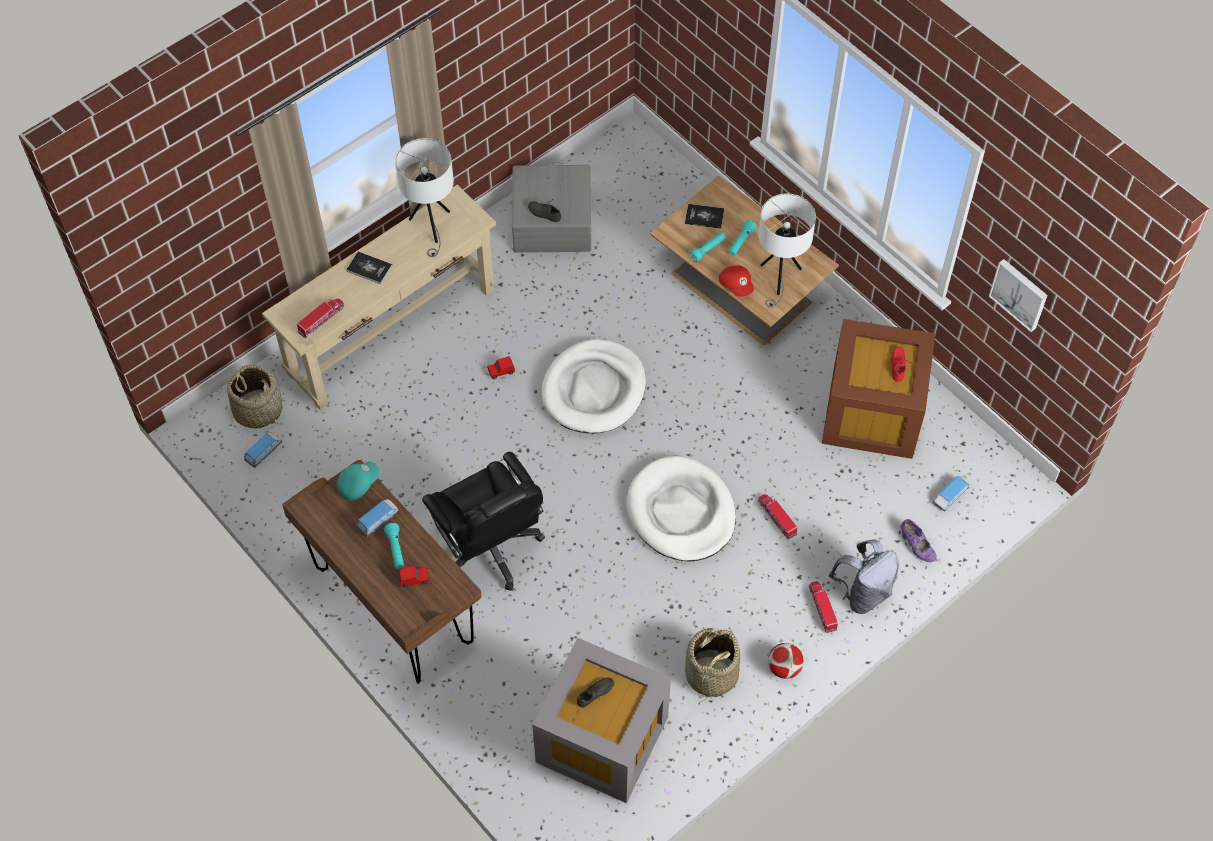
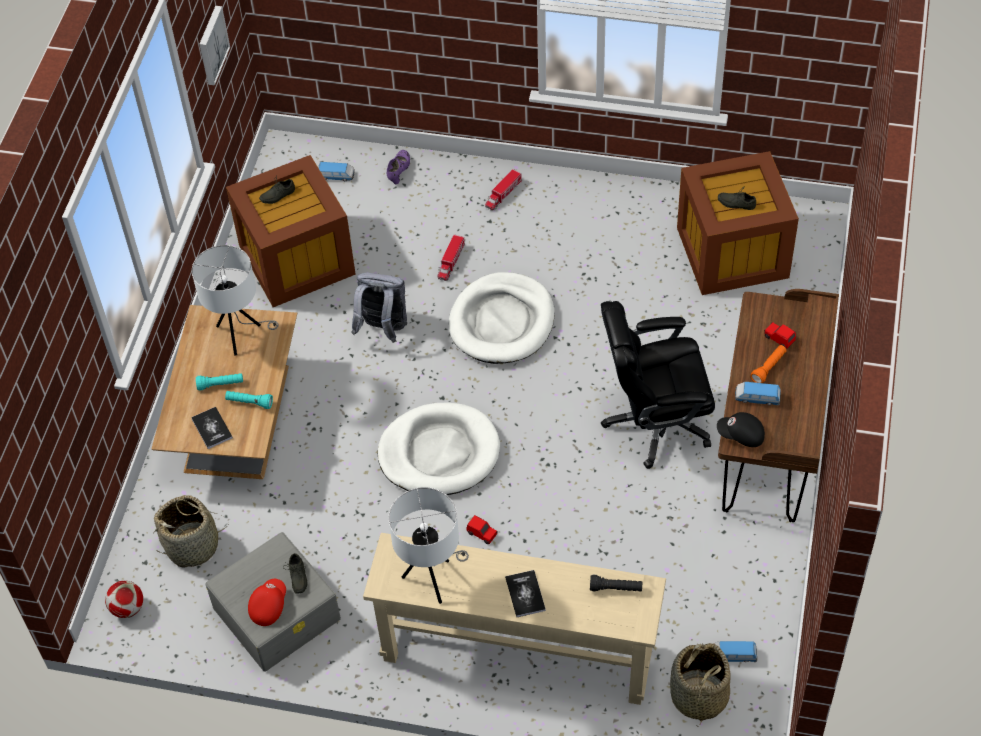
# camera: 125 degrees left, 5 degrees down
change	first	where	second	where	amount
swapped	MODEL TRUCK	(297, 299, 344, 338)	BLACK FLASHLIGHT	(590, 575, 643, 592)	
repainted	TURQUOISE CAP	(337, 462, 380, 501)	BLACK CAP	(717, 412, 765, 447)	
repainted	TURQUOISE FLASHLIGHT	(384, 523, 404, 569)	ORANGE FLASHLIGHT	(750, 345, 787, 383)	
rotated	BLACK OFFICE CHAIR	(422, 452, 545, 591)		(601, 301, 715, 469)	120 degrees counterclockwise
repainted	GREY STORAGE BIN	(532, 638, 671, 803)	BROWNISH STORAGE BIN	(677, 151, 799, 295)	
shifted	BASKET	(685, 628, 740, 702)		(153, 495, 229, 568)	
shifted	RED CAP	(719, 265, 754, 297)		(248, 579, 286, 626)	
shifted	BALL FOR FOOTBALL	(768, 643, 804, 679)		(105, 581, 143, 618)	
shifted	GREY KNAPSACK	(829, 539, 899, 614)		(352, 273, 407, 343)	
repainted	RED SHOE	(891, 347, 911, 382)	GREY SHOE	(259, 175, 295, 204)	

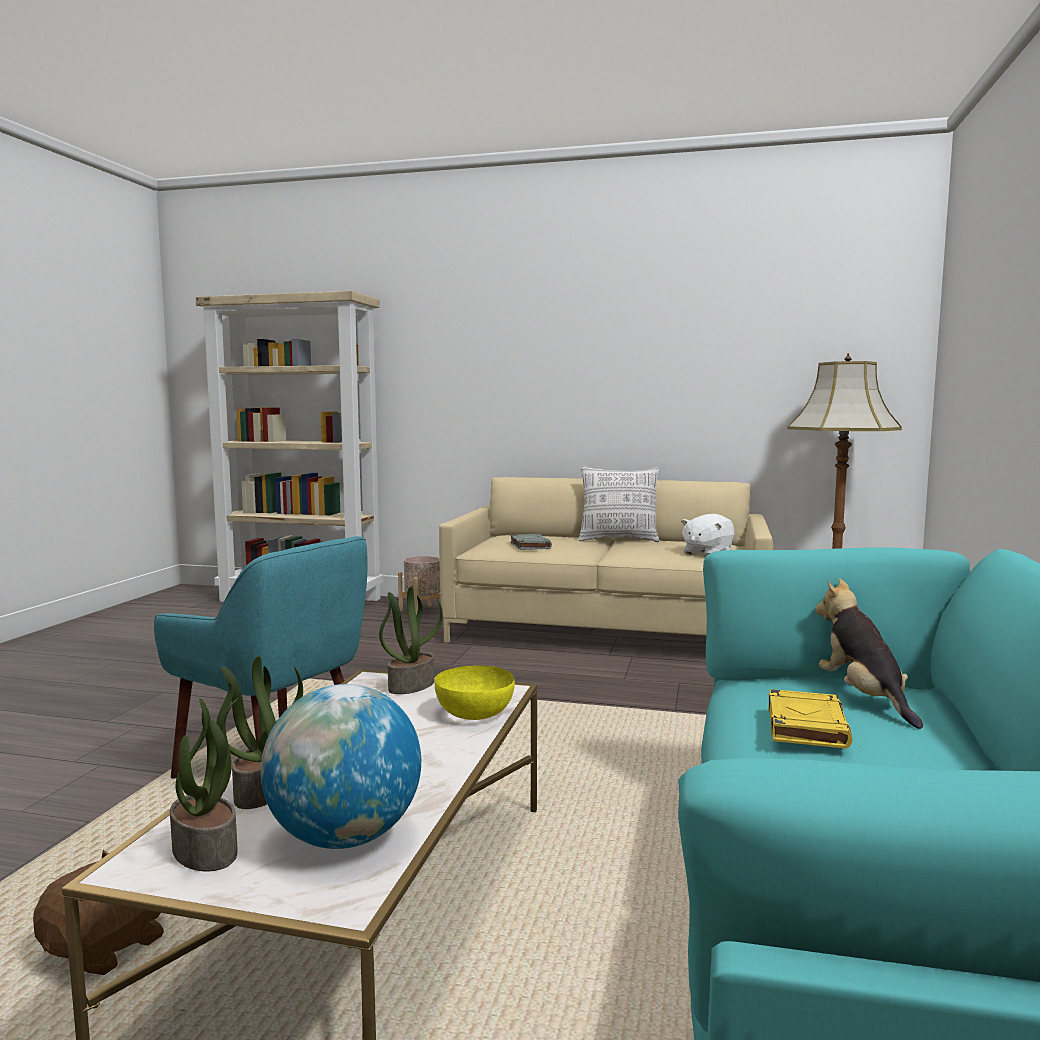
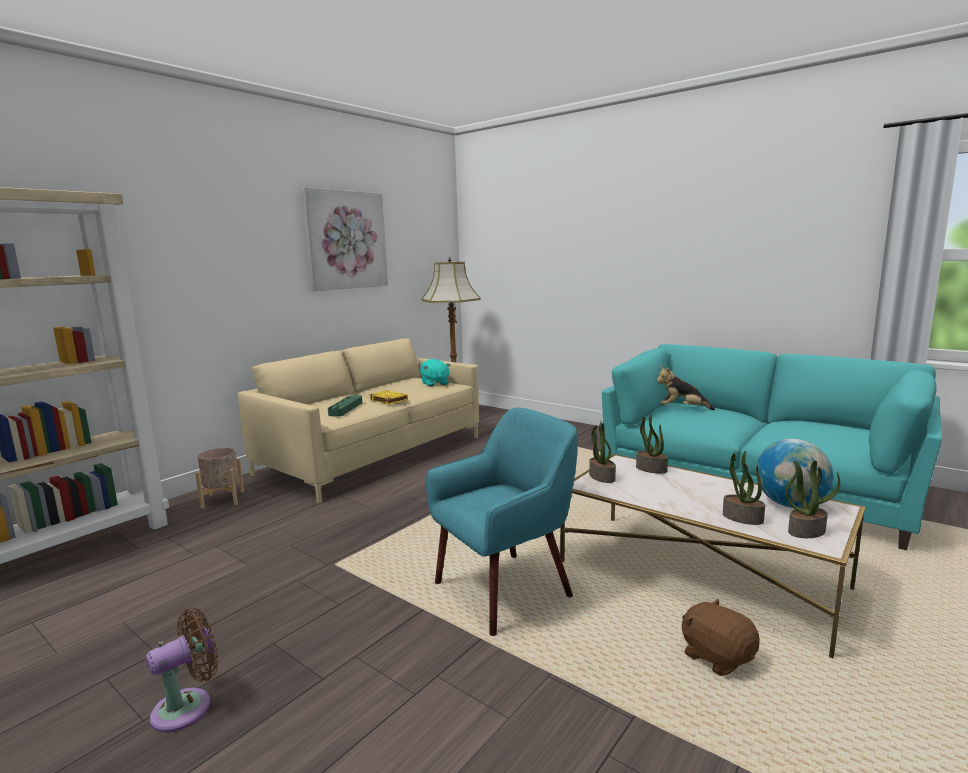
# camera: 65 degrees left, 5 degrees up
change	first	where	second	where	amount
swapped	YELLOW-COLOURED DEEP DISH	(435, 665, 515, 720)	POTTED PLANT	(636, 414, 668, 474)	
swapped	GREY BOUND BOOK	(510, 534, 552, 550)	GREENISH CARRYING TRAY	(328, 395, 362, 416)	
gone	THROW PILLOW	(578, 466, 659, 542)			
repainted	WHITE-COLOURED CUDDLY TOY	(681, 514, 735, 556)	TURQUOISE CUDDLY TOY	(420, 359, 450, 387)	
shifted	YELLOW-COLOURED BOUND BOOK	(769, 689, 852, 749)		(369, 390, 408, 405)	
new			BROWNISH FAN	(146, 608, 219, 733)	
new			WALL PICTURE	(302, 187, 388, 291)	

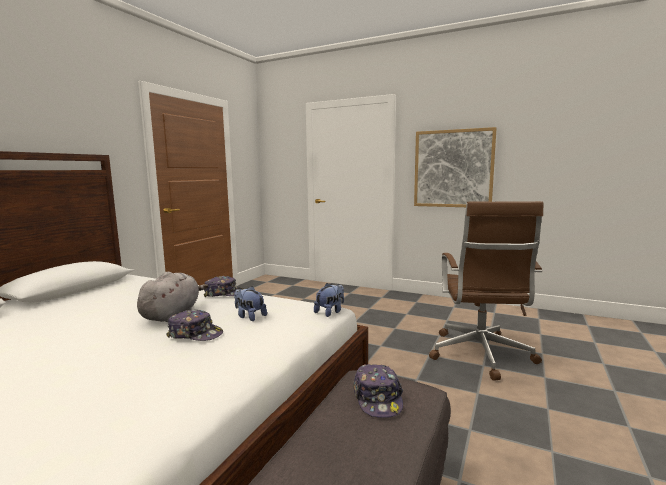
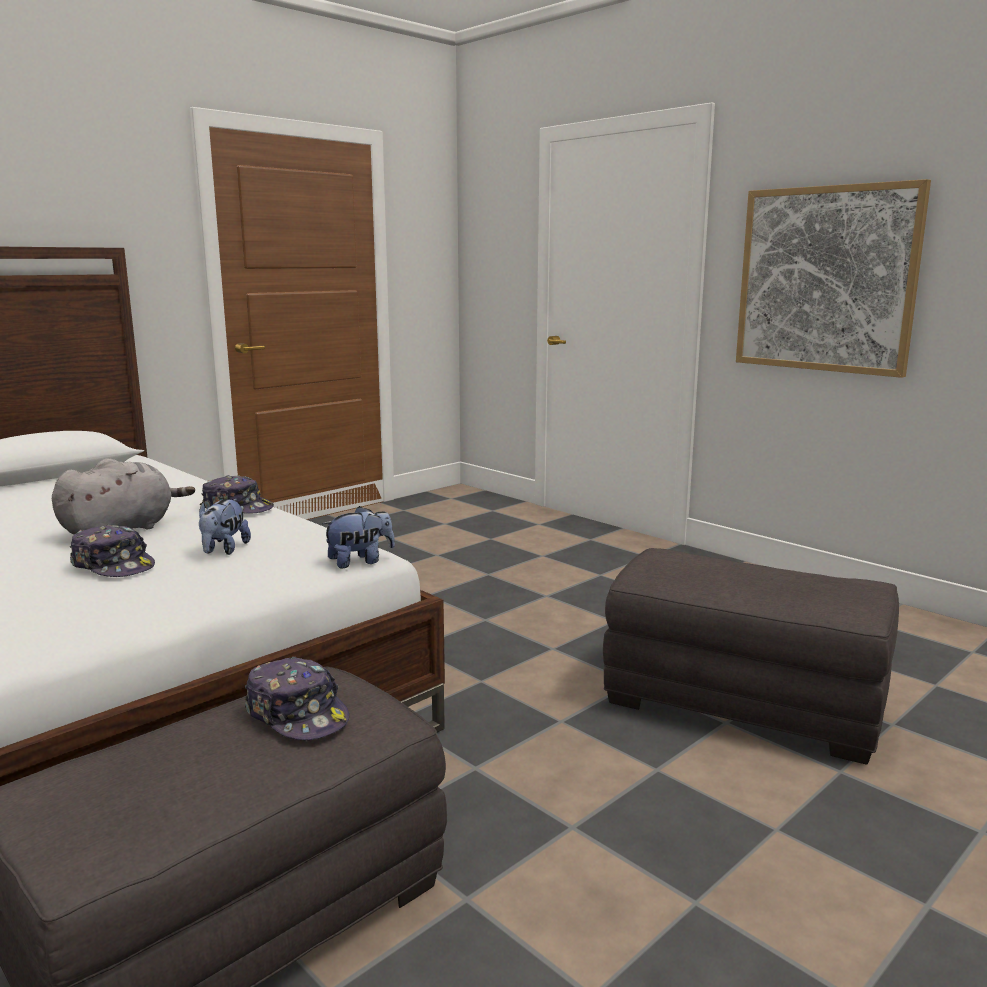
# camera: 20 degrees right, 5 degrees up
change	first	where	second	where	amount
rotated	CUDDLY TOY	(234, 286, 267, 321)		(199, 499, 251, 555)	135 degrees counterclockwise
rotated	CAP	(353, 364, 403, 418)		(245, 657, 349, 740)	60 degrees counterclockwise
swapped	BROWNISH OFFICE CHAIR	(429, 201, 543, 381)	GREY POUFFE	(603, 548, 899, 765)	

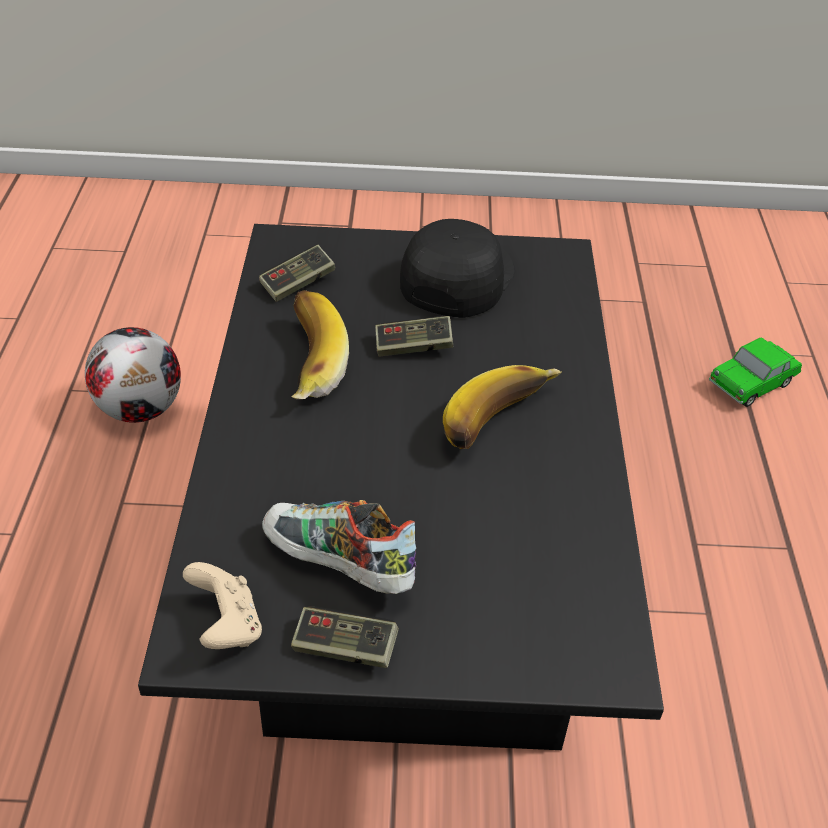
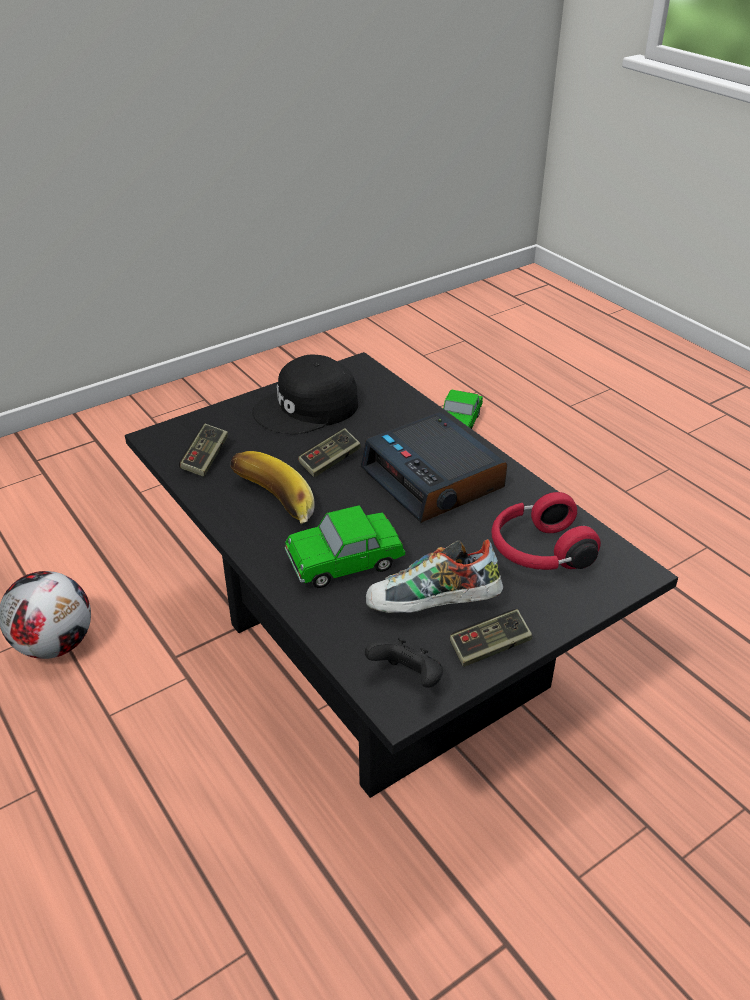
# camera: 35 degrees left, 5 degrees down
change	first	where	second	where	amount
repainted	BEIGE GAMEPAD	(183, 562, 262, 649)	BLACK GAMEPAD	(365, 638, 443, 688)	
rotated	BLACK CAP	(400, 219, 515, 318)		(252, 355, 358, 434)	105 degrees counterclockwise
swapped	WHOLE BANANA	(443, 365, 562, 449)	ALARM CLOCK	(361, 412, 507, 523)	
new			MODEL CAR	(285, 505, 405, 588)	
new			RED PAIR OF HEADPHONES	(492, 492, 601, 570)	

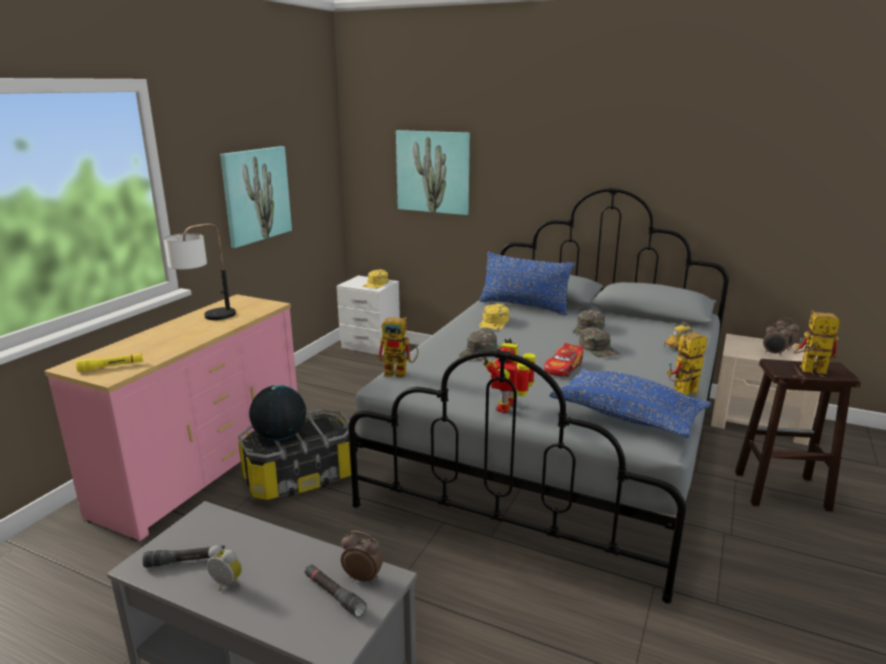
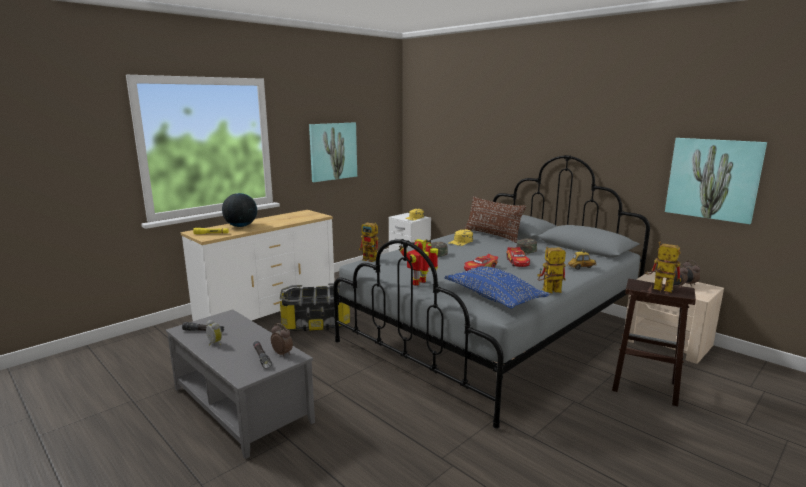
# camera: 20 degrees right, 5 degrees down
change	first	where	second	where	amount
repainted	PINKISH DRAWER CHEST	(44, 294, 297, 541)	WHITE-COLOURED DRAWER CHEST	(180, 210, 335, 321)	
gone	TABLE LAMP	(164, 223, 236, 320)			
shifted	GLOBE	(249, 385, 306, 441)		(222, 193, 257, 227)	
shifted	WALL PICTURE	(396, 130, 470, 215)		(665, 138, 767, 224)	
repainted	BLUE THROW PILLOW	(479, 252, 575, 315)	BROWNISH THROW PILLOW	(464, 196, 526, 243)	
swapped	GREENISH CAP	(579, 327, 620, 358)	MODEL CAR	(506, 247, 530, 267)	

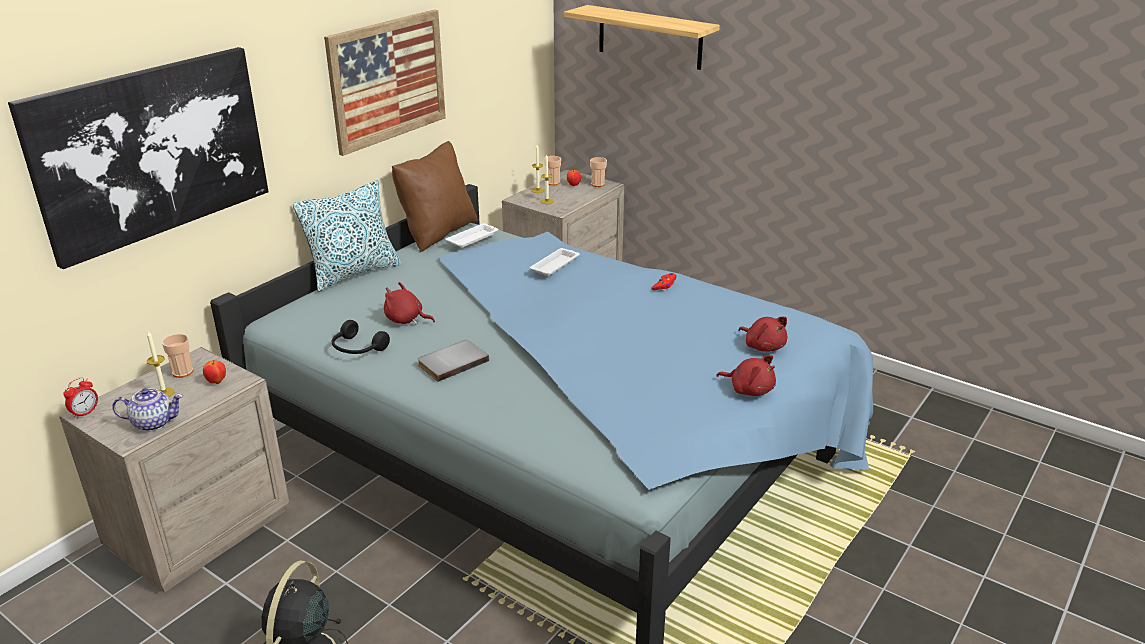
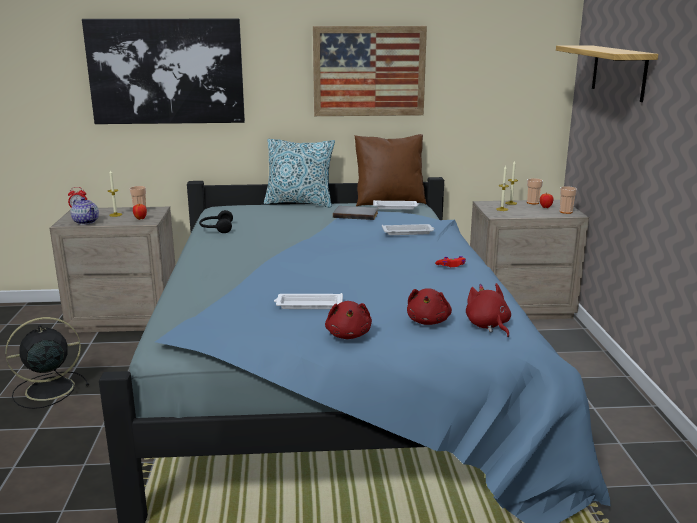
# camera: 50 degrees right, 10 degrees down
change	first	where	second	where	amount
shifted	RED CUDDLY TOY	(384, 282, 435, 325)		(466, 283, 511, 337)	
shifted	GREY BOUND BOOK	(417, 340, 489, 382)		(333, 206, 378, 220)	
new			WHITE-COLOURED CARRYING TRAY	(274, 293, 343, 309)	

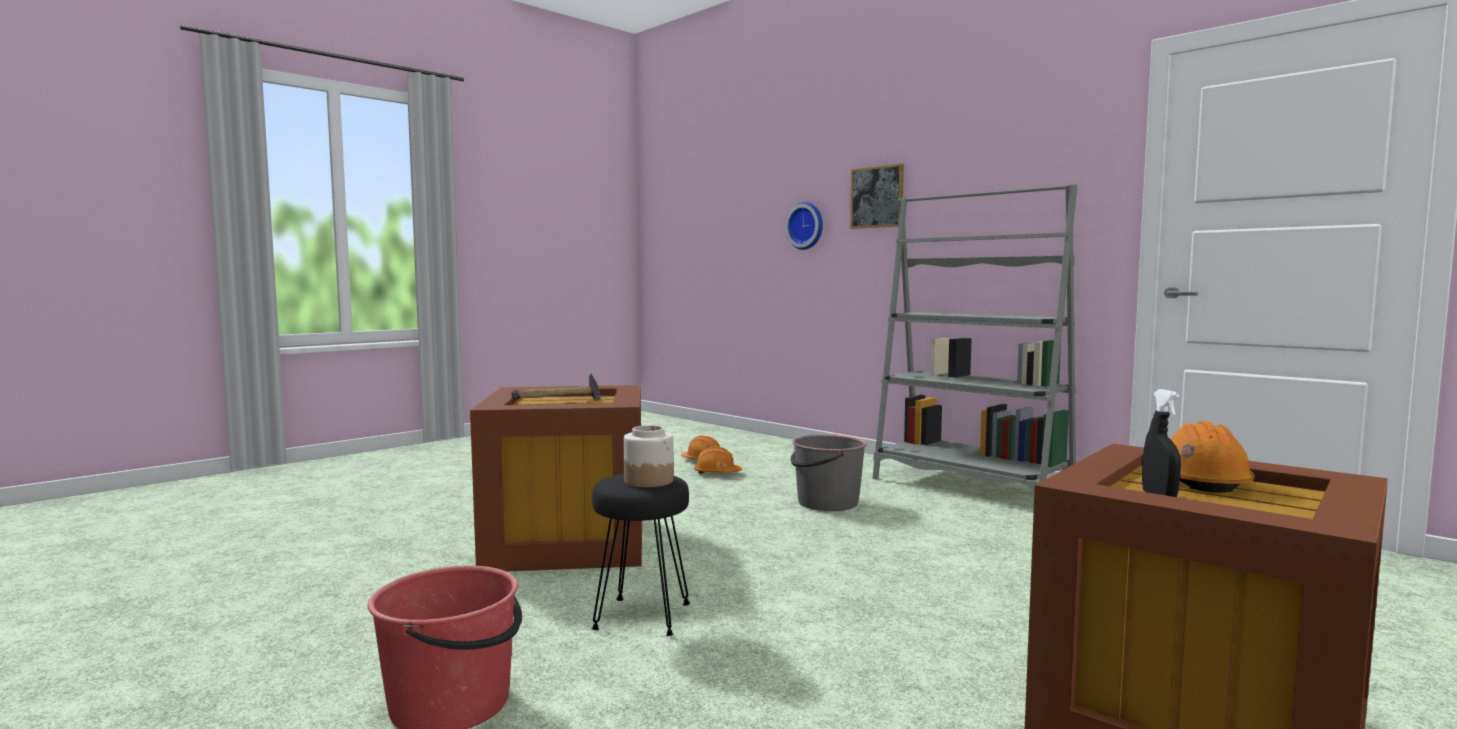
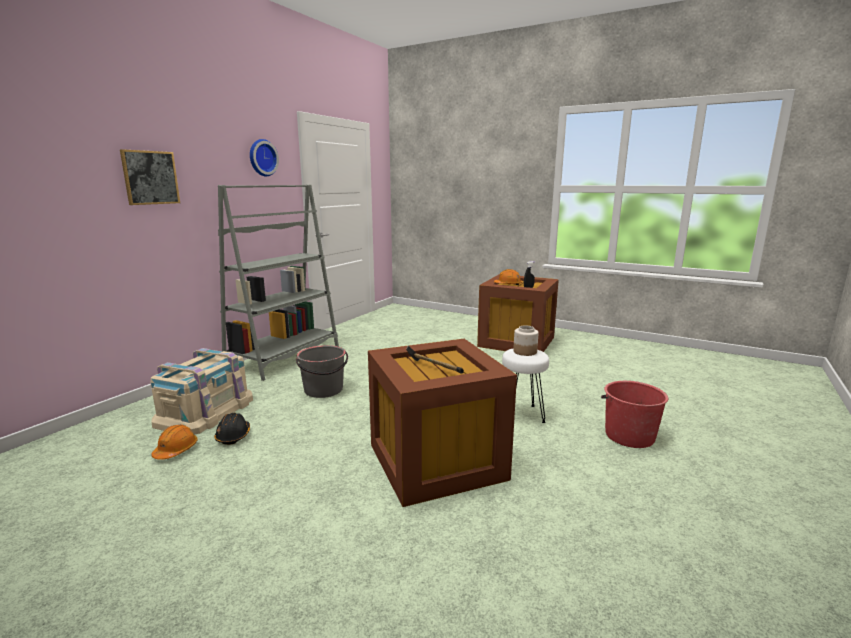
# camera: 105 degrees left, 10 degrees up
change	first	where	second	where	amount
repainted	BLACK STOOL	(592, 474, 690, 636)	WHITE-COLOURED STOOL	(502, 349, 549, 423)	
repainted	ORANGE HARD HAT	(694, 447, 742, 474)	BLACK HARD HAT	(214, 413, 250, 445)	
shifted	CLOCK ON THE WALL	(785, 202, 823, 250)		(250, 139, 279, 176)	
new			BEIGE STORAGE BIN	(151, 348, 253, 435)	

